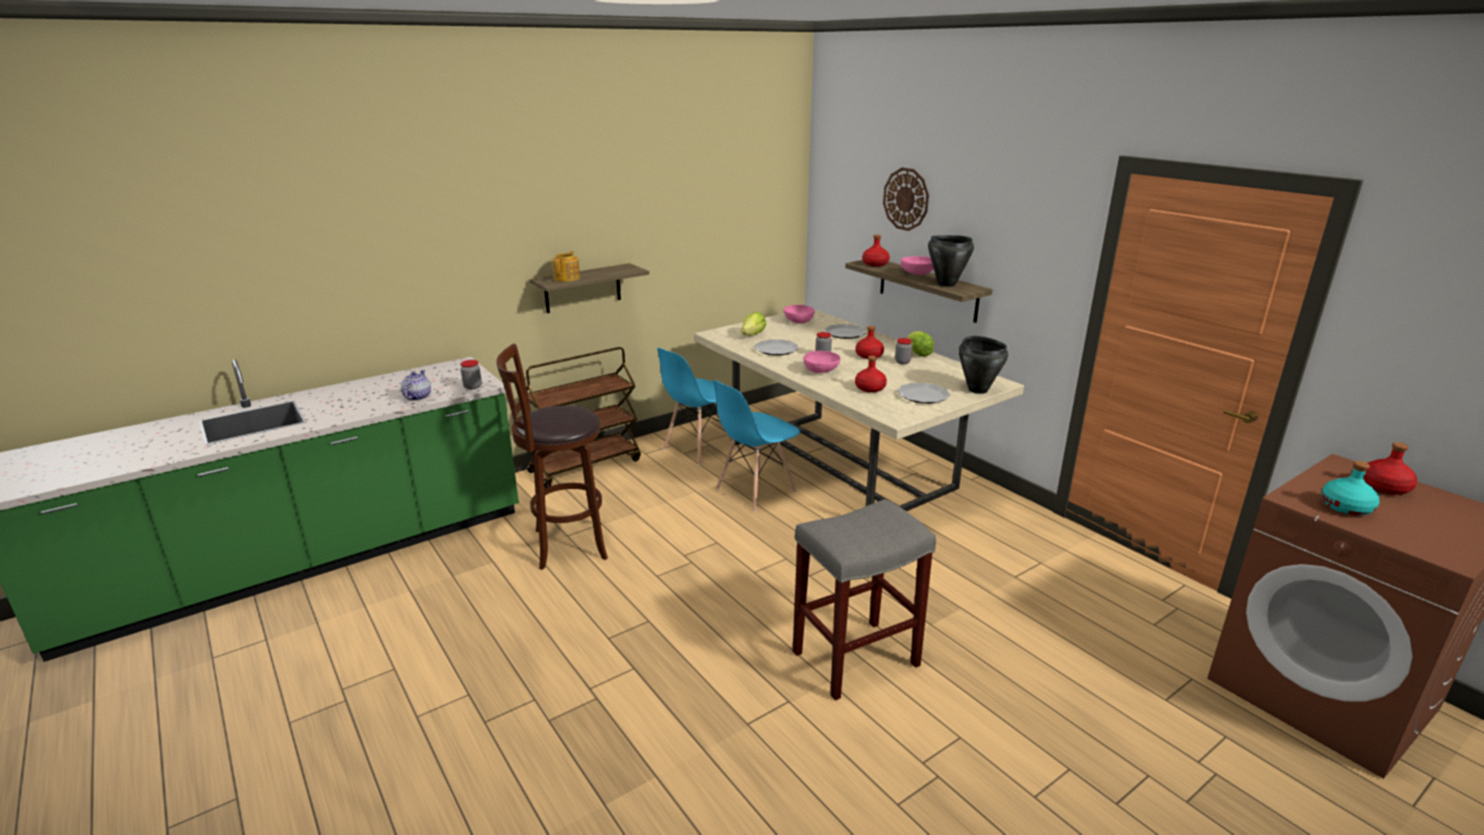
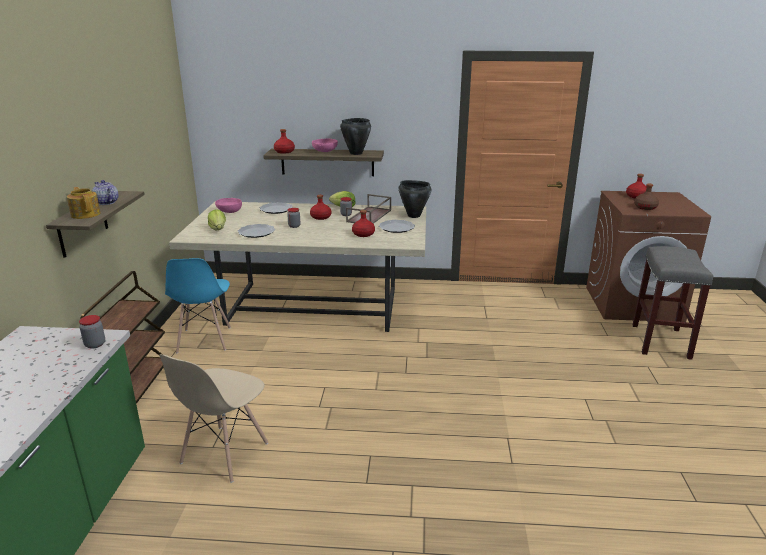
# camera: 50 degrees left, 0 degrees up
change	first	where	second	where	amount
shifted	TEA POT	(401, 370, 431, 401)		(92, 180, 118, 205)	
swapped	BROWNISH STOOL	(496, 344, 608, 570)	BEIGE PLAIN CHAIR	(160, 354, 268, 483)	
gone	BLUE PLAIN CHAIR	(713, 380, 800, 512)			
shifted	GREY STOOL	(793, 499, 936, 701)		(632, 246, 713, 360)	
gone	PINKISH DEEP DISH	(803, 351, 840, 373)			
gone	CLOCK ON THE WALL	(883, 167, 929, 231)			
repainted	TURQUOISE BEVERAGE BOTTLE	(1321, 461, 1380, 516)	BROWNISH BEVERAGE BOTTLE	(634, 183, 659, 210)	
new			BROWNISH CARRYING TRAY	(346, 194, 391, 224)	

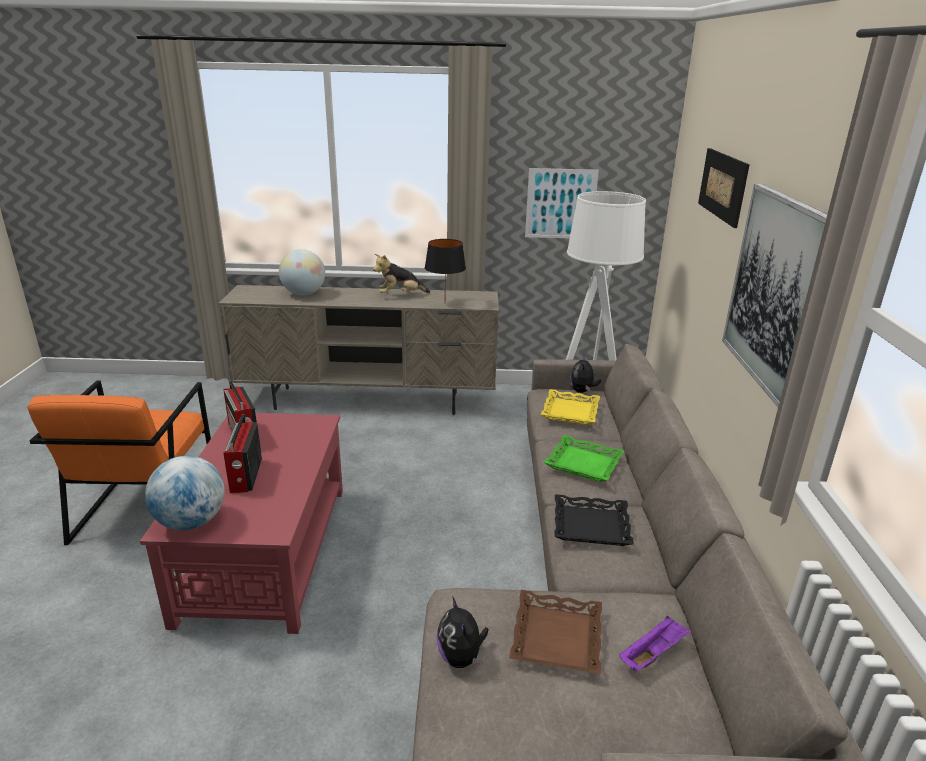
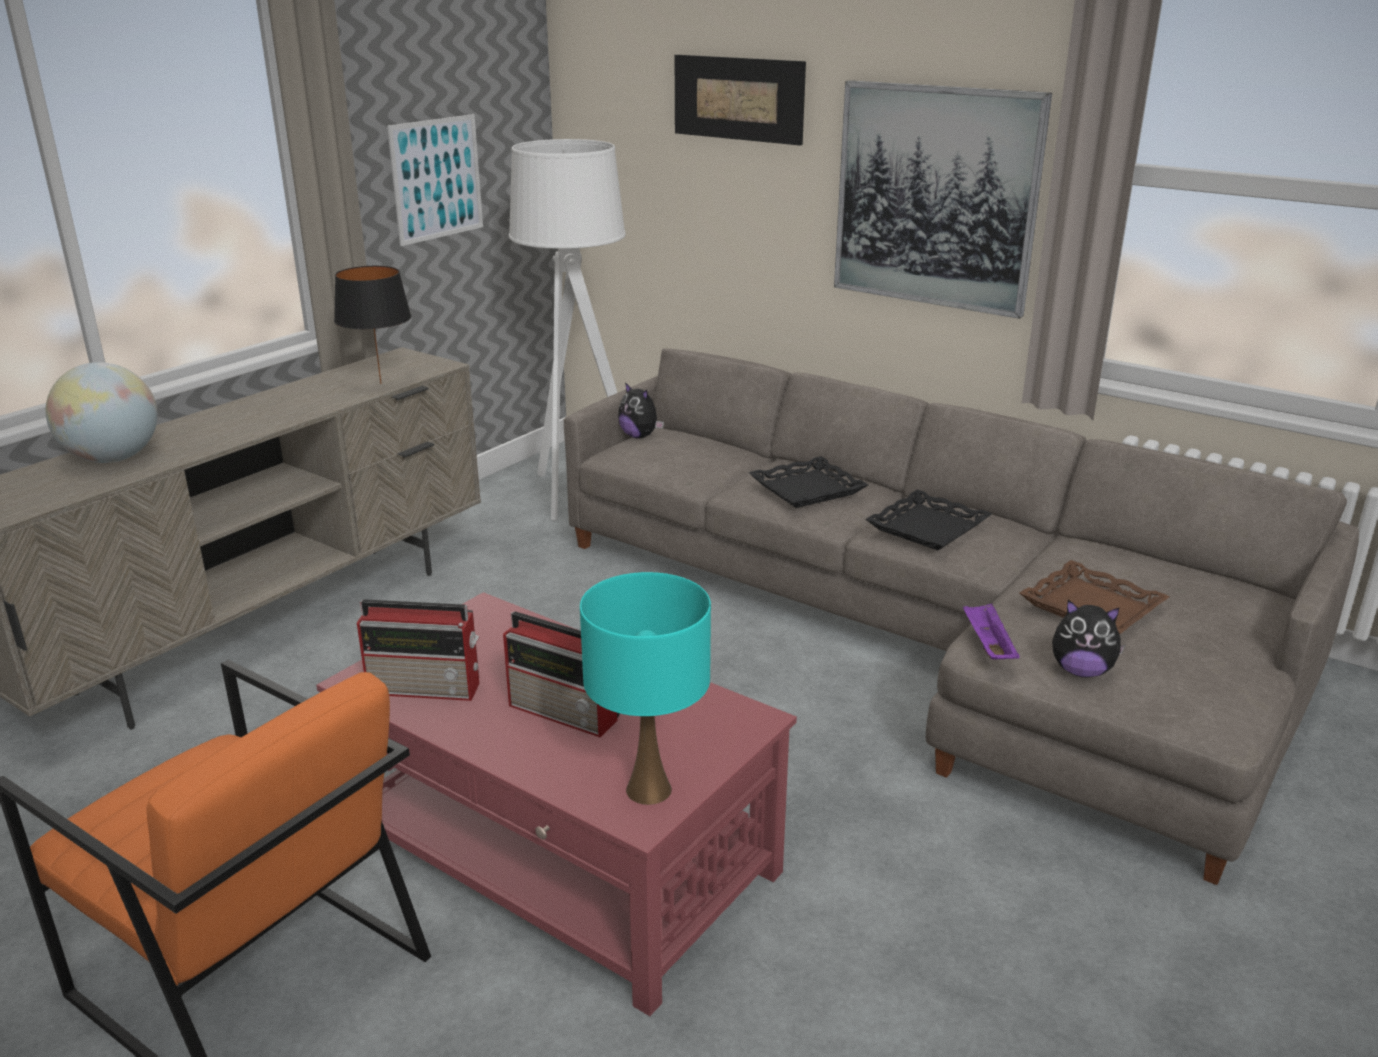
# camera: 55 degrees left, 0 degrees up
change	first	where	second	where	amount
swapped	GLOBE	(145, 455, 225, 530)	TURQUOISE TABLE LAMP	(580, 572, 711, 805)	
gone	CUDDLY TOY	(373, 254, 430, 293)			
gone	YELLOW-COLOURED CARRYING TRAY	(541, 389, 600, 425)			
repainted	GREENISH CARRYING TRAY	(544, 435, 624, 482)	BLACK CARRYING TRAY	(749, 456, 868, 508)	
shifted	PURPLISH CARRYING TRAY	(619, 616, 691, 672)		(963, 603, 1020, 660)	

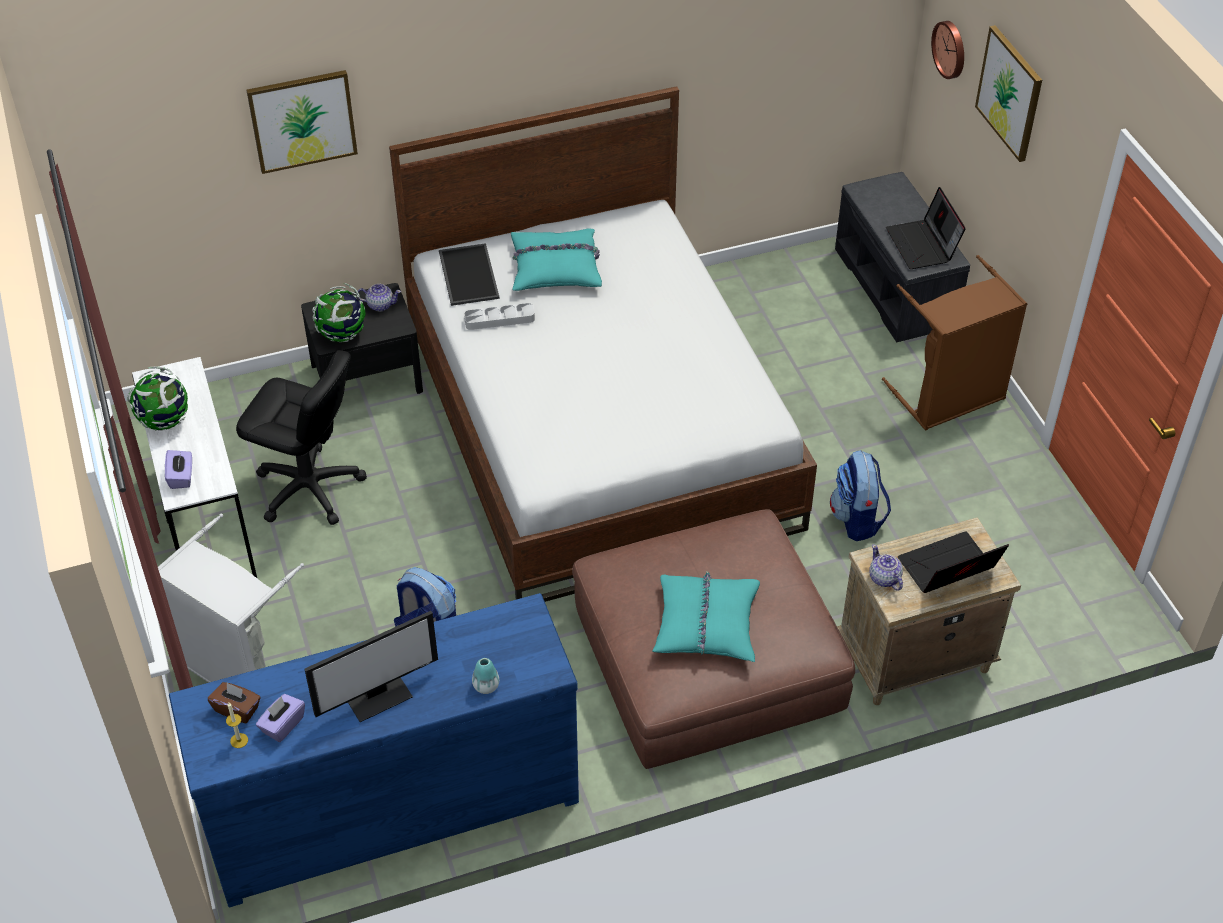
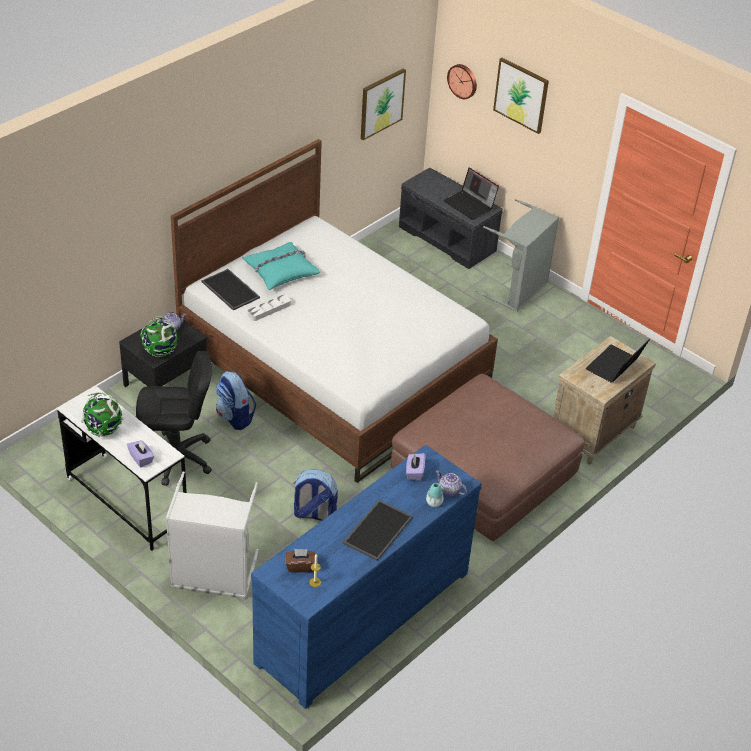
# camera: 30 degrees left, 5 degrees down
change	first	where	second	where	amount
shifted	WALL PICTURE	(247, 70, 358, 174)		(361, 68, 406, 140)	
shifted	PURPLISH TISSUE BOX	(256, 694, 305, 742)		(406, 453, 426, 481)	
swapped	MONITOR	(305, 611, 438, 722)	CARRYING TRAY	(343, 500, 413, 561)	
gone	TURQUOISE THROW PILLOW	(652, 571, 760, 662)			
shifted	KNAPSACK	(830, 450, 891, 541)		(216, 371, 256, 430)	
shifted	TEA POT	(869, 545, 903, 591)		(435, 470, 467, 496)	
repainted	BROWNISH LAUNDRY BASKET	(882, 255, 1028, 430)	GREY LAUNDRY BASKET	(475, 199, 559, 312)	

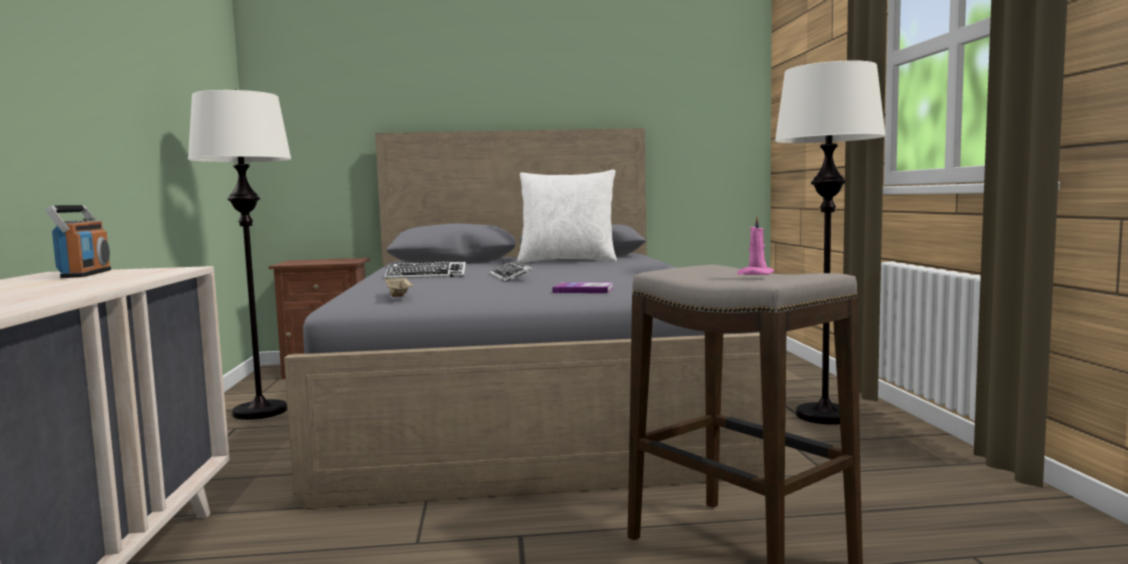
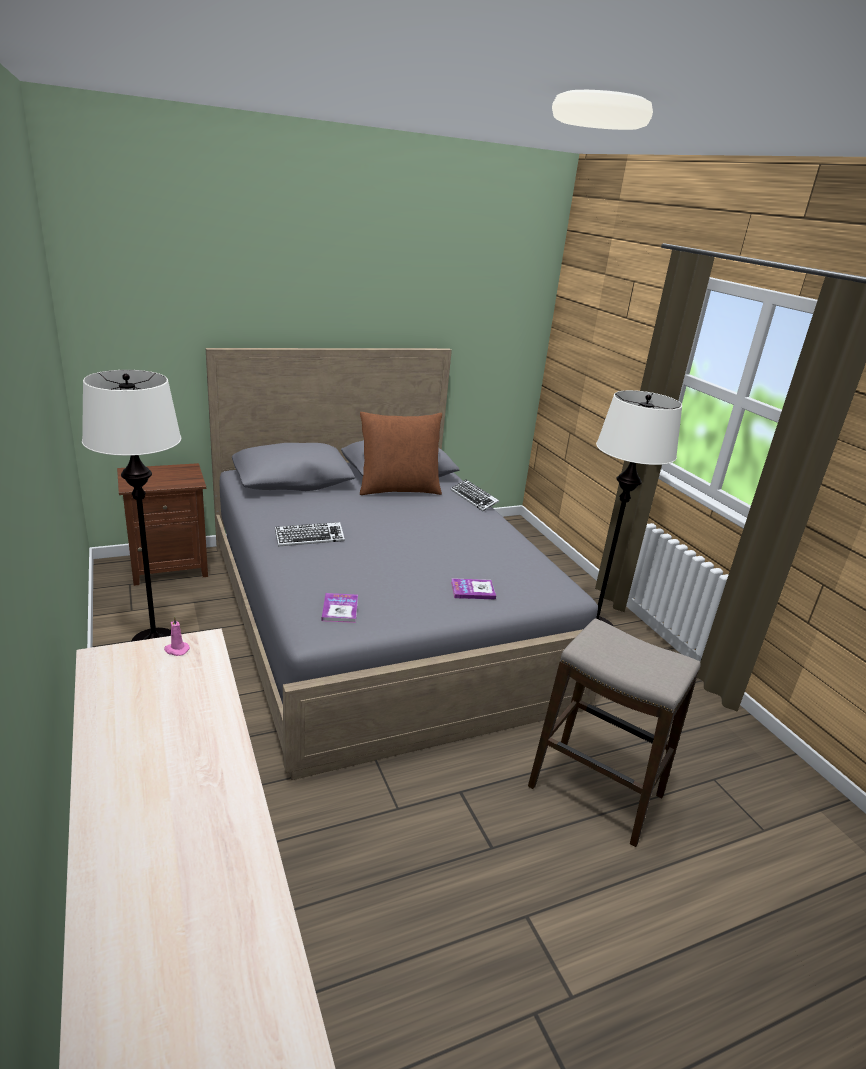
# camera: 20 degrees left, 20 degrees up
change	first	where	second	where	amount
gone	RADIO RECEIVER	(45, 205, 111, 278)			
swapped	BEIGE CARRYING TRAY	(385, 276, 414, 297)	BOUND BOOK	(322, 593, 358, 623)	
shifted	COMPUTER KEYBOARD	(490, 260, 533, 282)		(451, 479, 499, 511)	
repainted	WHITE-COLOURED THROW PILLOW	(517, 170, 617, 263)	BROWNISH THROW PILLOW	(360, 412, 442, 495)	
shifted	PINKISH CANDLE	(737, 215, 774, 275)		(164, 616, 190, 656)	

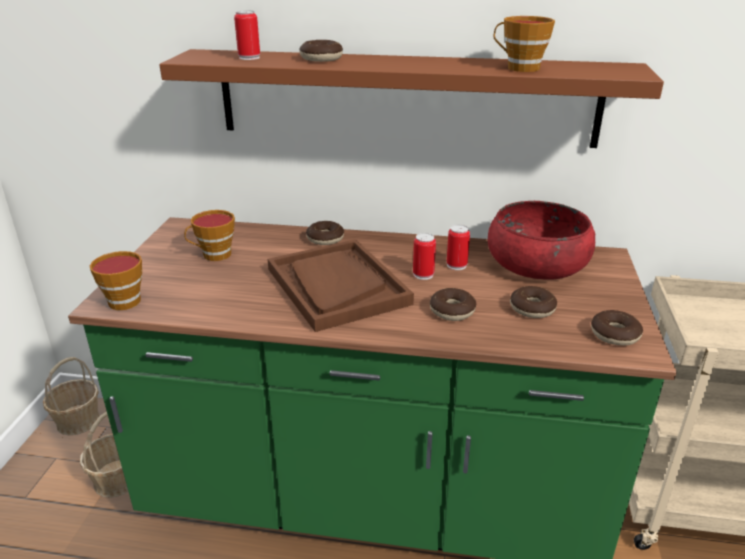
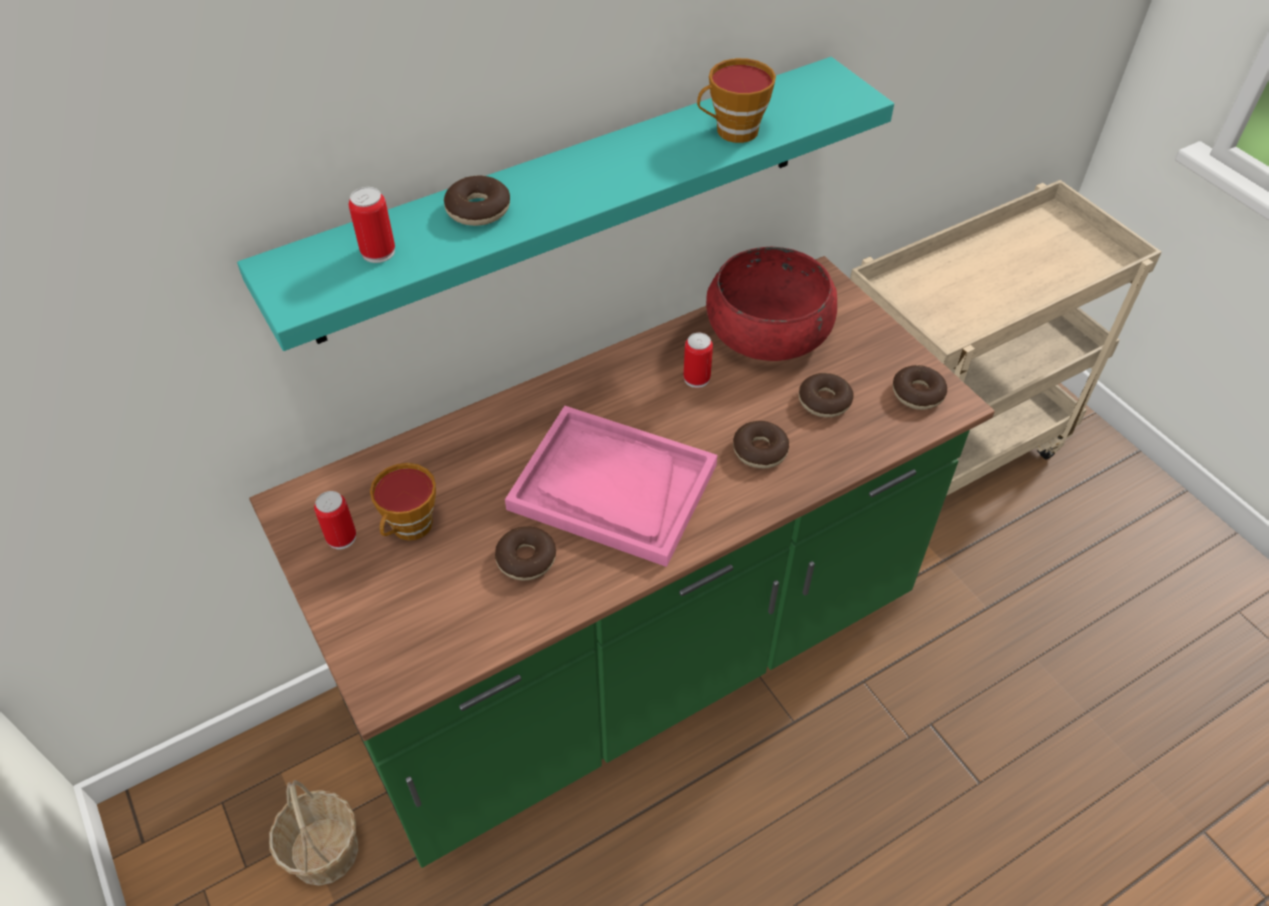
# camera: 40 degrees left, 20 degrees up
change	first	where	second	where	amount
gone	BASKET	(43, 357, 100, 435)			
gone	CUP	(90, 251, 142, 310)			
repainted	BROWNISH BRACKET SHELF	(159, 49, 664, 148)	TURQUOISE BRACKET SHELF	(237, 57, 894, 351)	
repainted	BROWNISH CARRYING TRAY	(268, 239, 414, 332)	PINKISH CARRYING TRAY	(505, 406, 717, 567)	
shifted	DOUGHNUT	(306, 221, 344, 245)		(495, 526, 556, 580)	
shifted	CAN	(413, 233, 436, 280)		(314, 491, 356, 549)	

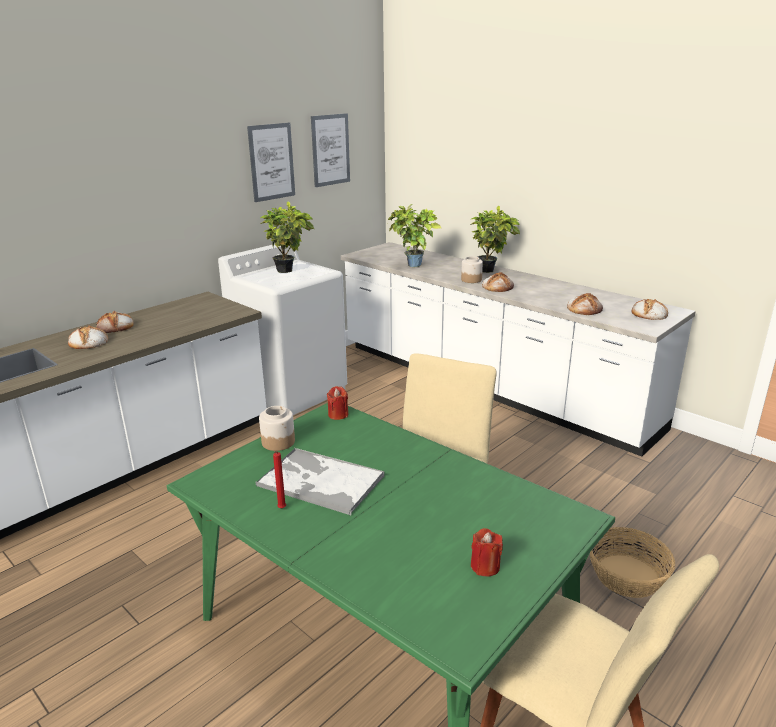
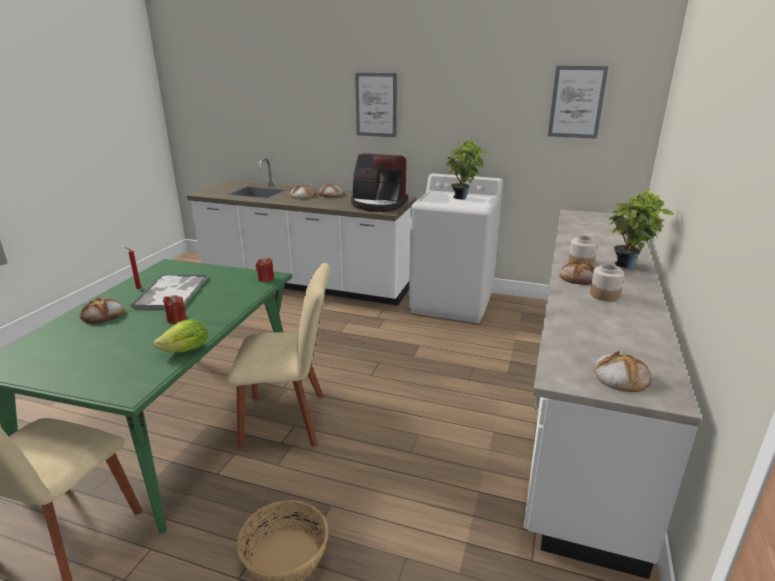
# camera: 65 degrees right, 0 degrees up
change	first	where	second	where	amount
shifted	WALL PICTURE	(247, 123, 295, 202)		(355, 73, 397, 137)	
shifted	STORAGE JAR	(259, 406, 295, 451)		(590, 264, 624, 301)	
gone	POTTED PLANT	(387, 204, 441, 267)			
shifted	RED CANDLE	(471, 528, 503, 577)		(163, 295, 186, 324)	
shifted	BAKED BREAD	(567, 293, 603, 315)		(80, 297, 124, 324)	
new			LETTUCE	(153, 319, 208, 352)	
new			COFFEE BREWER	(351, 153, 408, 212)	

